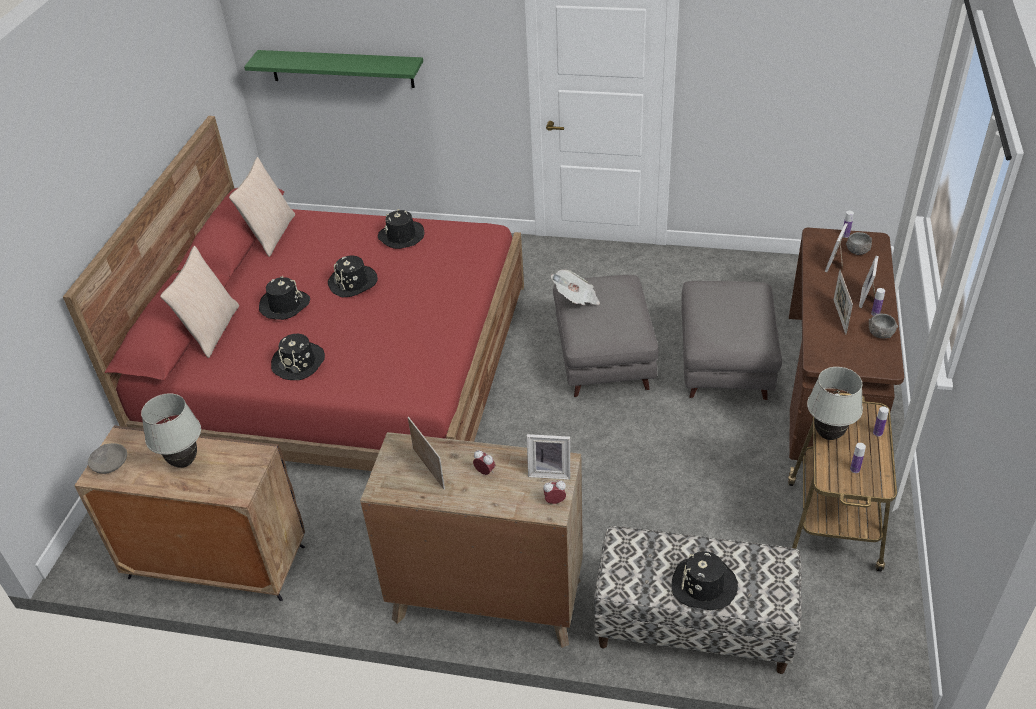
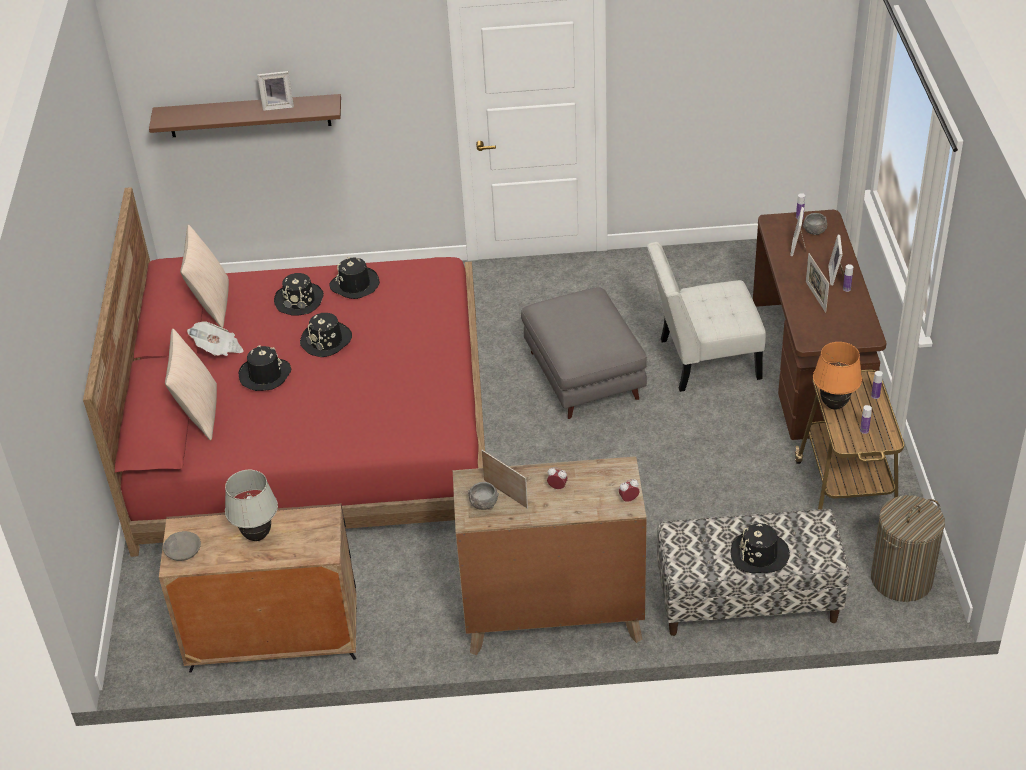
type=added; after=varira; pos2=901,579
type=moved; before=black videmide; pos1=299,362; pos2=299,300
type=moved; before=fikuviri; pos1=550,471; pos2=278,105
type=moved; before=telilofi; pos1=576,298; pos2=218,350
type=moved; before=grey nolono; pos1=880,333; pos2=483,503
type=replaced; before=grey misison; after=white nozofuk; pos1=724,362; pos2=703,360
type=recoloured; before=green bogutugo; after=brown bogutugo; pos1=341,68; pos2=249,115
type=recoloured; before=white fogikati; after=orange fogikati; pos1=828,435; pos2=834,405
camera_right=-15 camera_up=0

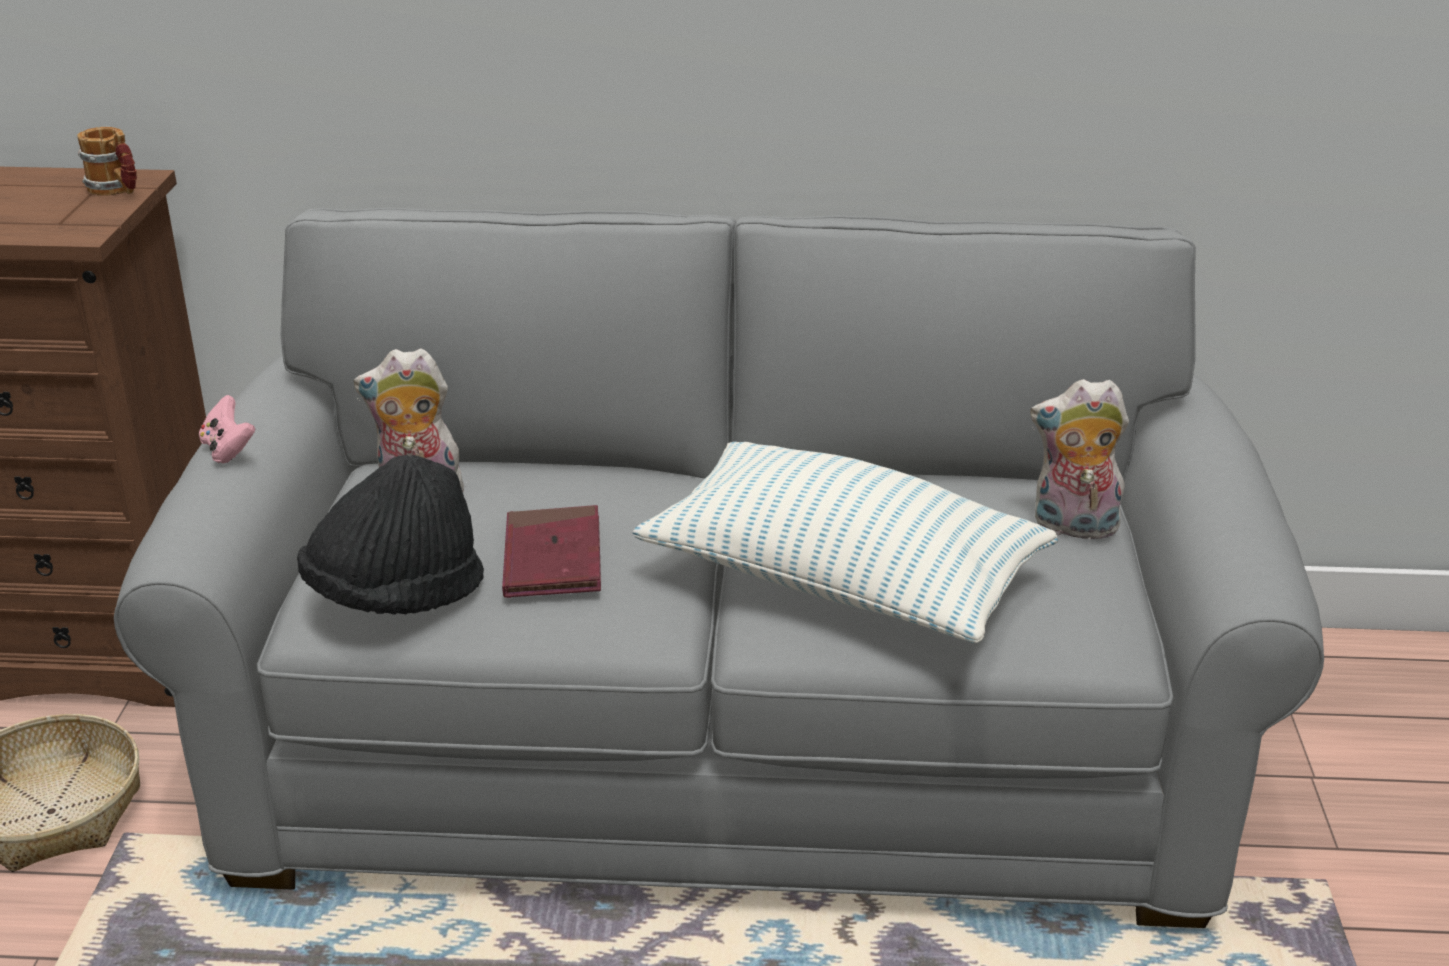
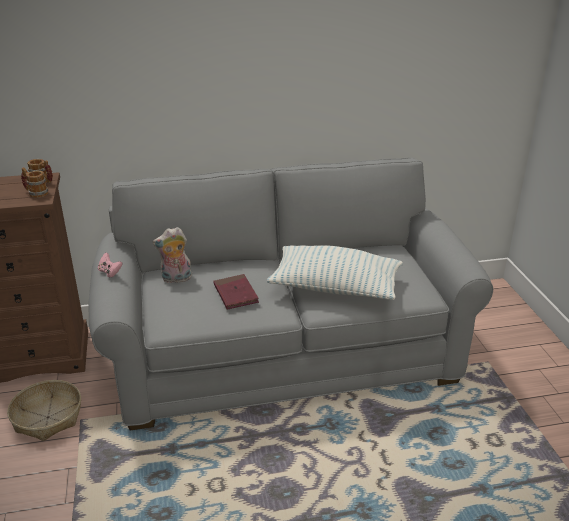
type=removed; before=black videmide; pos1=395,595
type=removed; before=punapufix; pos1=1073,528
type=added; after=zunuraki; pos2=35,193
camera_right=-15 camera_up=0

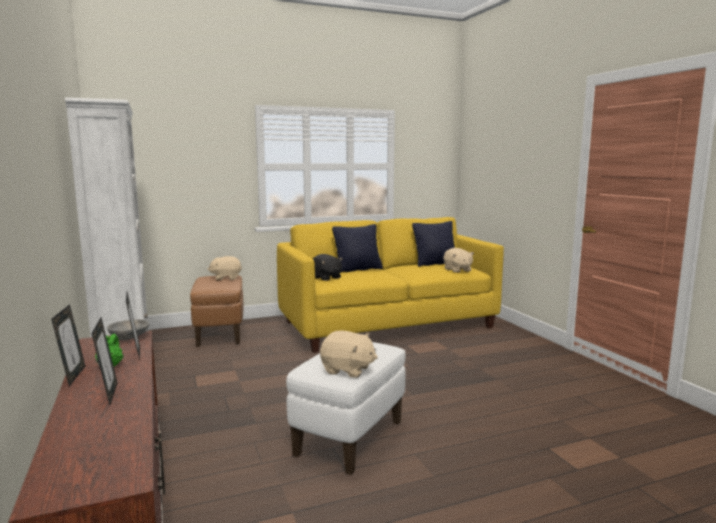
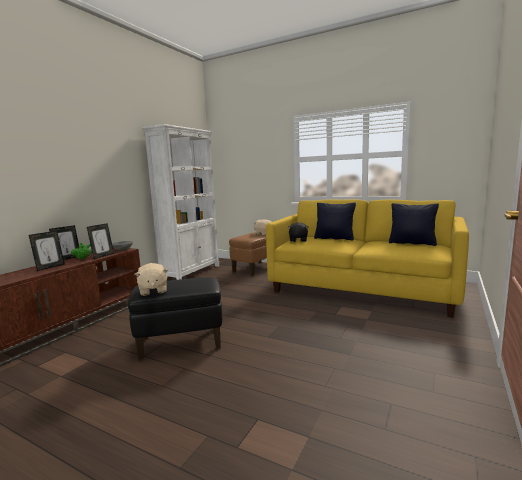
type=removed; before=beige punapufix; pos1=457,270
type=recoloured; before=white misison; after=black misison; pos1=350,438; pos2=181,343
camera_right=50 camera_up=0

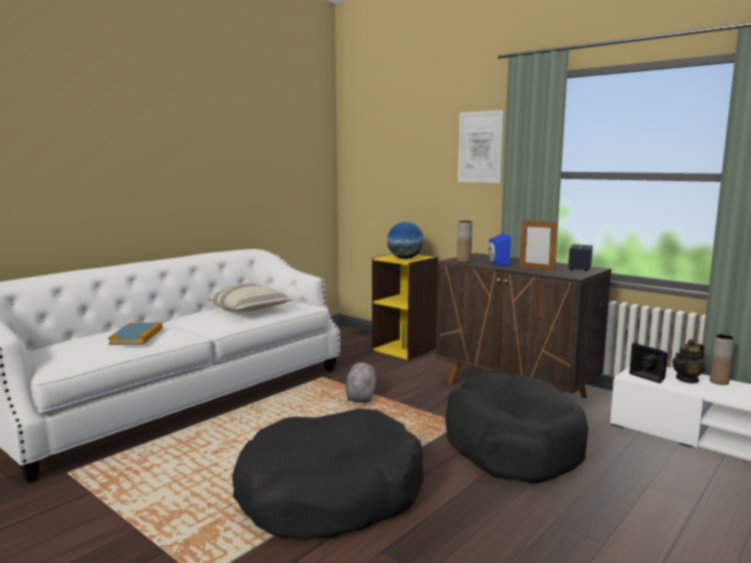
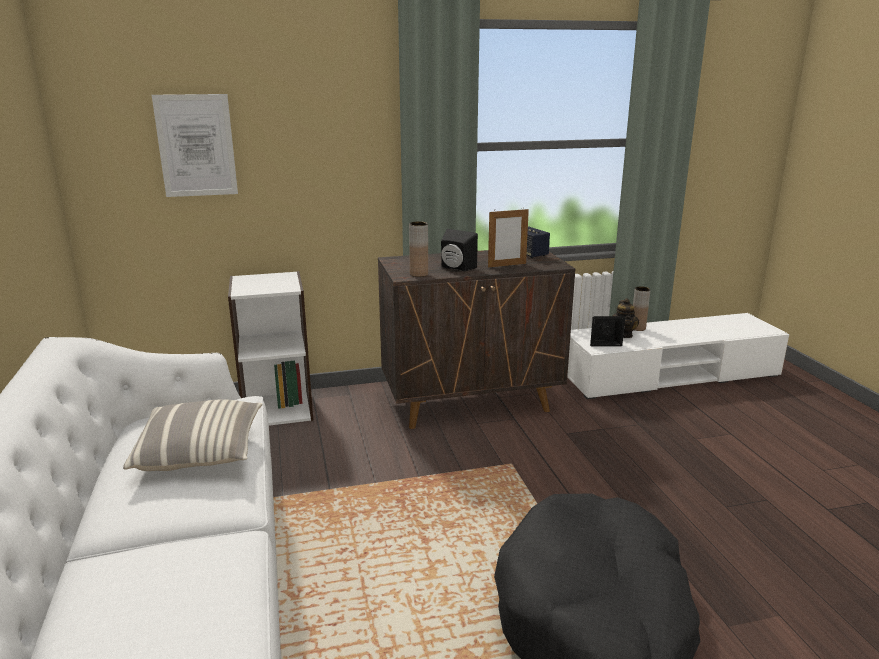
type=removed; before=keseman; pos1=137,336
type=removed; before=grey punapufix; pos1=360,396
type=removed; before=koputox; pos1=405,258
type=removed; before=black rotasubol; pos1=512,444
type=moved; before=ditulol; pos1=480,147; pos2=196,146
type=recoloured; before=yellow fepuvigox; after=white fepuvigox; pos1=404,349; pos2=277,408
type=recoloured; before=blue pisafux; after=black pisafux; pos1=497,263; pos2=456,268
camera_right=-55 camera_up=10

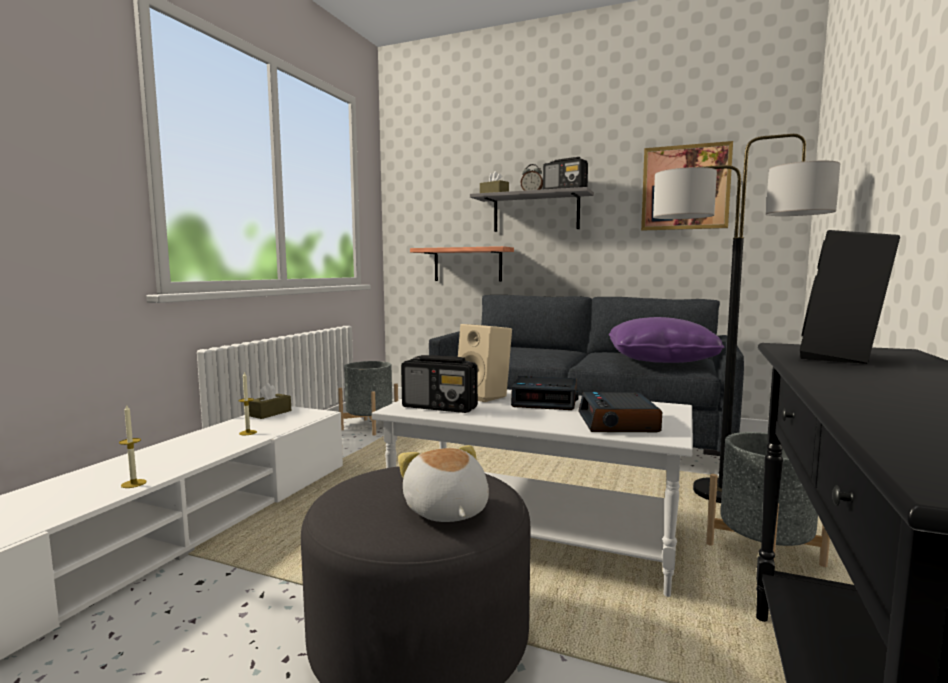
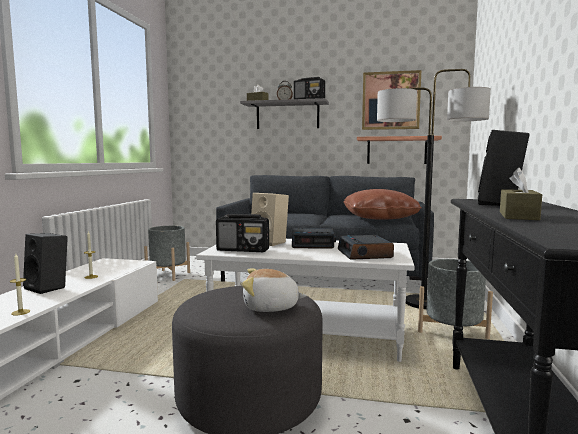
type=added; after=black pisafux; pos2=49,288
type=moved; before=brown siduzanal; pos1=270,413; pos2=518,216
type=moved; before=bogutugo; pos1=467,264; pos2=396,150
type=recoloured; before=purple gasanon; after=brown gasanon; pos1=660,360; pos2=379,218
type=turned; before=punapufix; pos1=445,511; pos2=271,307; turn=-60
camera_right=-10 camera_up=0

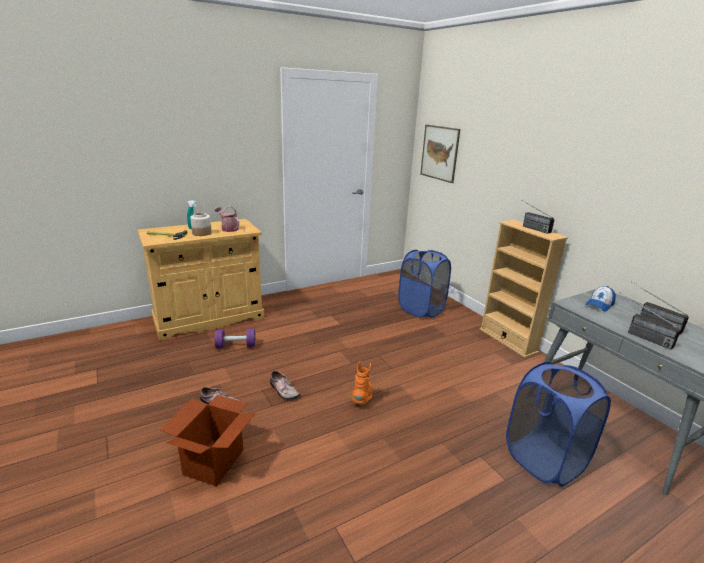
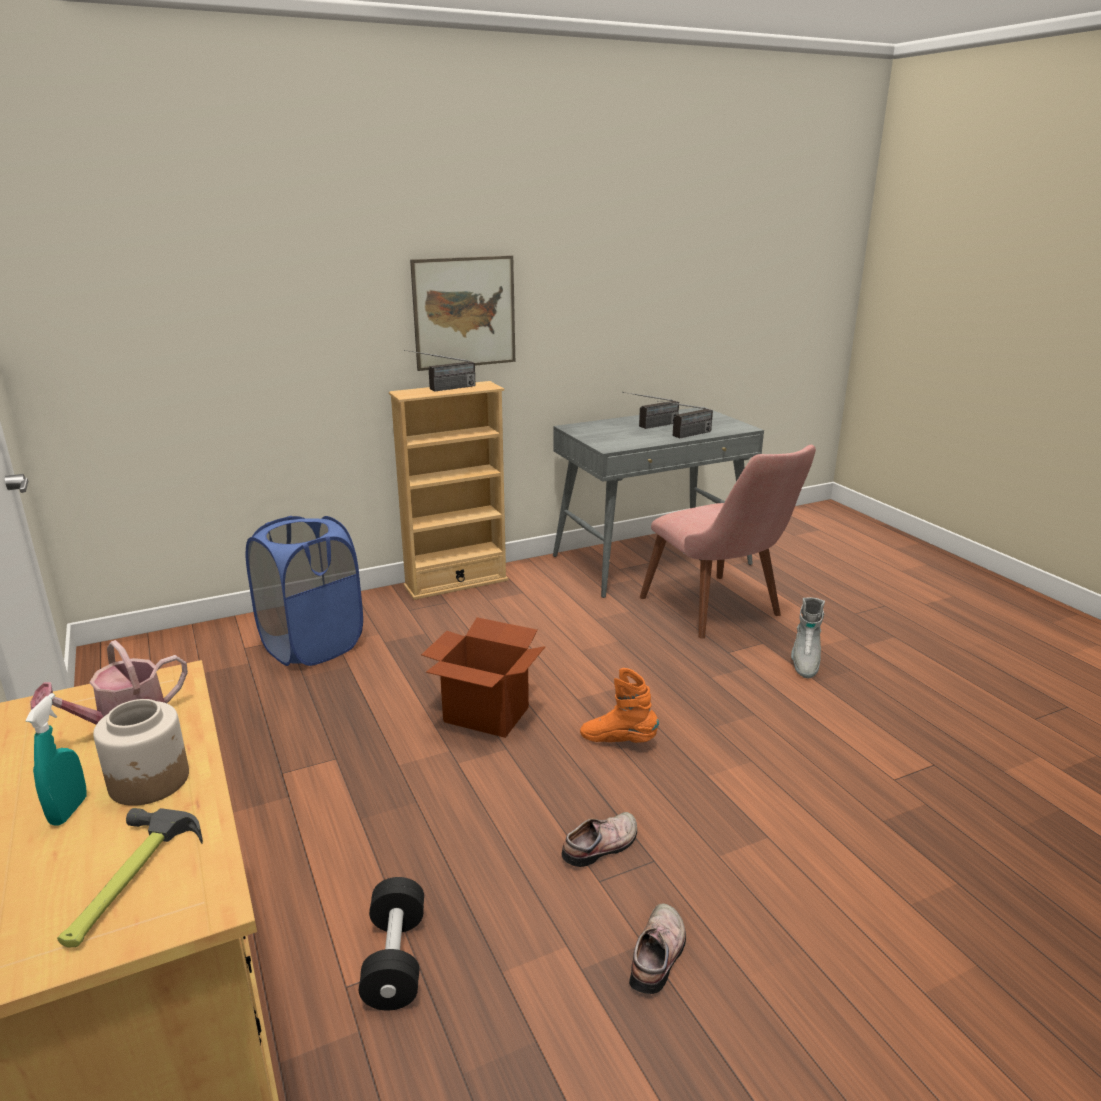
type=removed; before=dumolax; pos1=599,304
type=added; after=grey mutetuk; pos2=804,661
type=moved; before=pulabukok; pos1=214,462; pos2=485,715
type=moved; before=ditulol; pos1=439,153; pos2=464,312
type=replaced; before=blue varira; after=pink nozofuk; pos1=544,459; pos2=721,612
type=recoloured; before=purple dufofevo; after=black dufofevo; pos1=236,346; pos2=395,960
camera_right=-85 camera_up=0

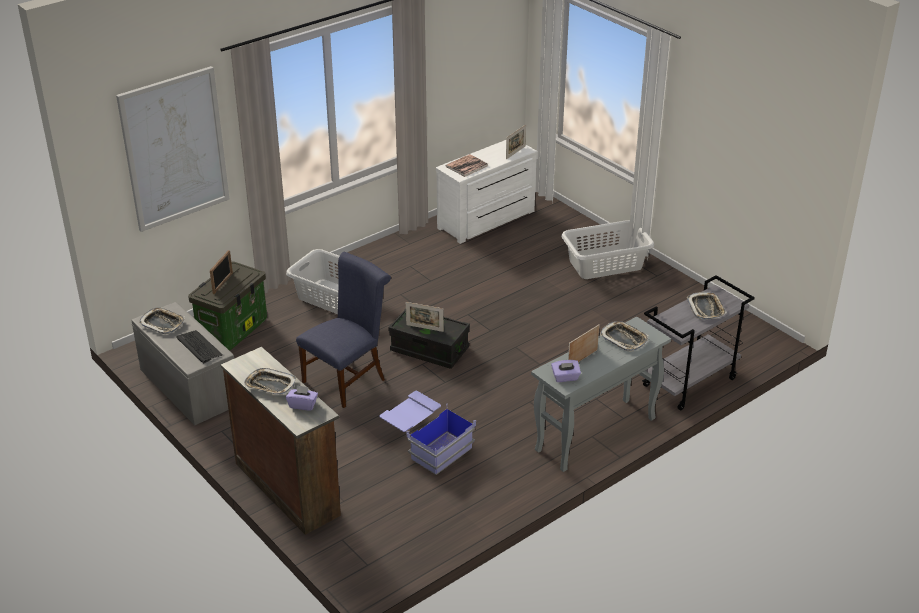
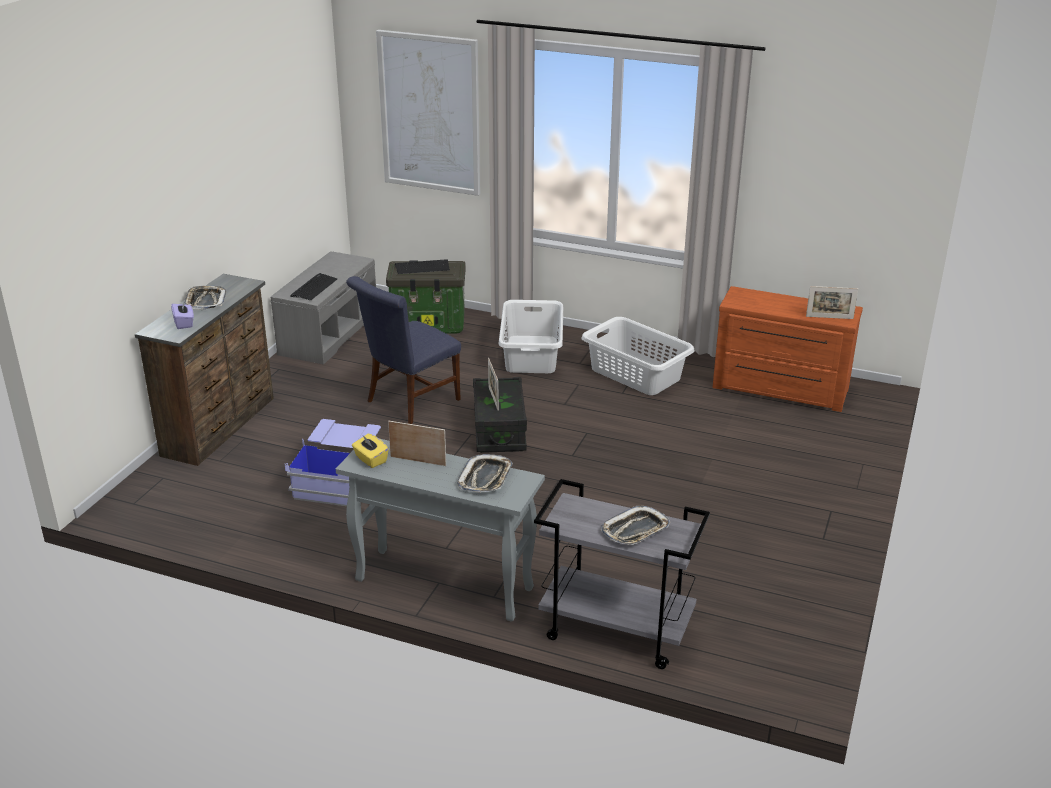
type=removed; before=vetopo; pos1=162,323
type=removed; before=keseman; pos1=466,166
type=moved; before=grey varira; pos1=606,264; pos2=635,374
type=replaced; before=fikuviri; after=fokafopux; pos1=223,283; pos2=422,267
type=recoloured; before=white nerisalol; after=brown nerisalol; pos1=488,220; pos2=780,390
type=recoloured; before=purple siduzanal; after=yellow siduzanal; pos1=565,378; pos2=370,460
type=turned; before=blue nozofuk; pos1=348,378; pos2=409,402; turn=120
camera_right=60 camera_up=-5

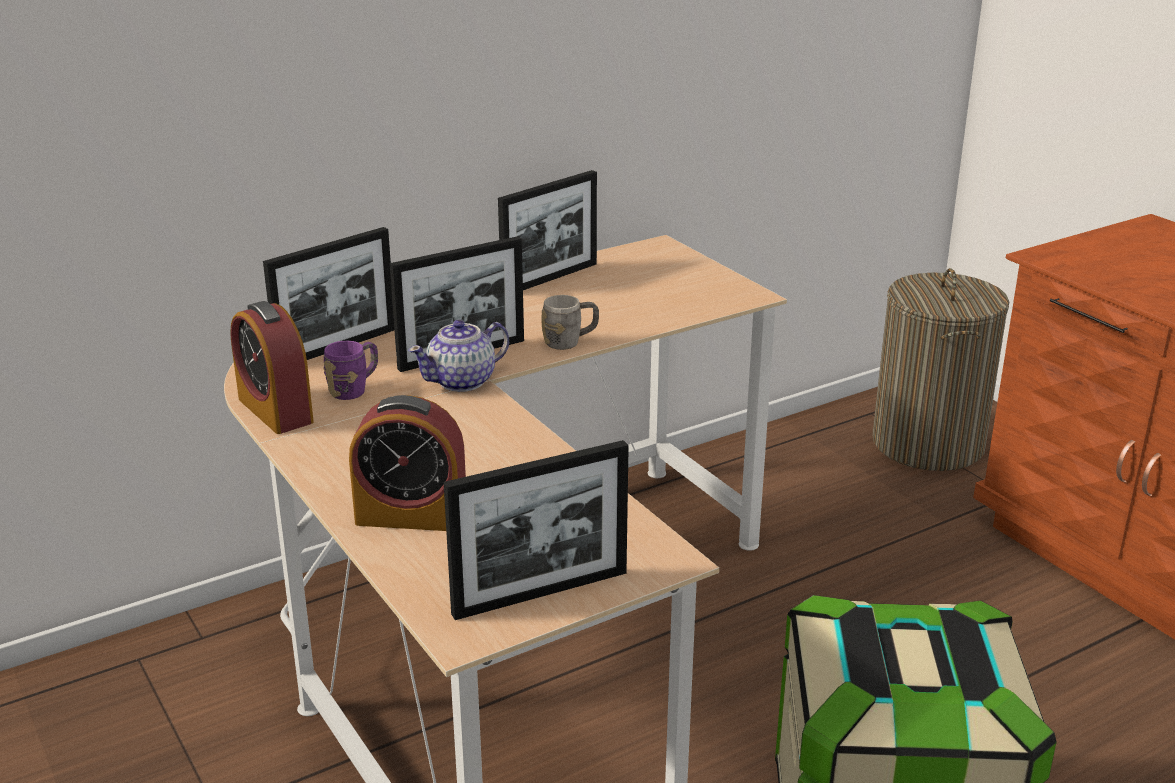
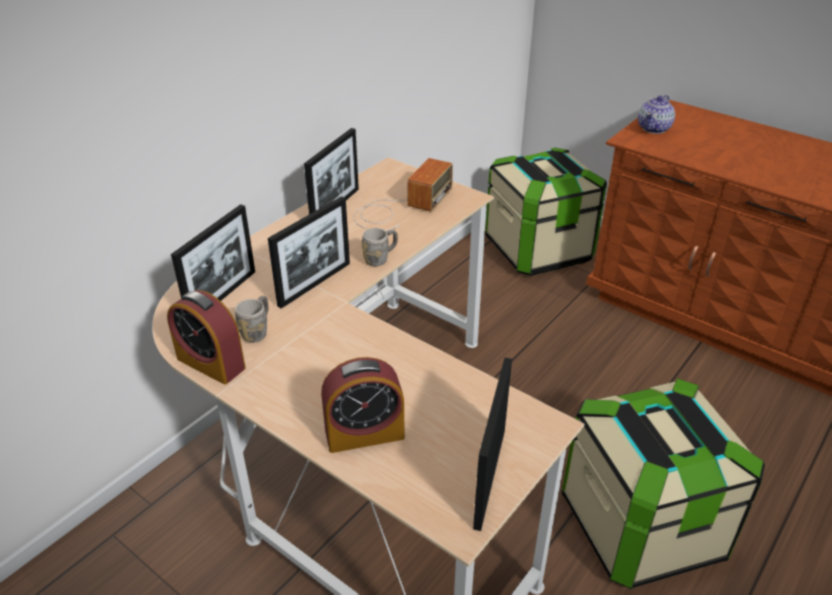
type=added; after=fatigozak; pos2=400,207
type=moved; before=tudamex; pos1=462,381; pos2=654,128
type=replaced; before=varira; after=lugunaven; pos1=927,443; pos2=538,250
type=recoloured; before=purple zunuraki; after=grey zunuraki; pos1=354,389; pos2=257,331
type=turned; before=fikuviri; pos1=540,593; pos2=489,477; turn=150
camera_right=-20 camera_up=10

